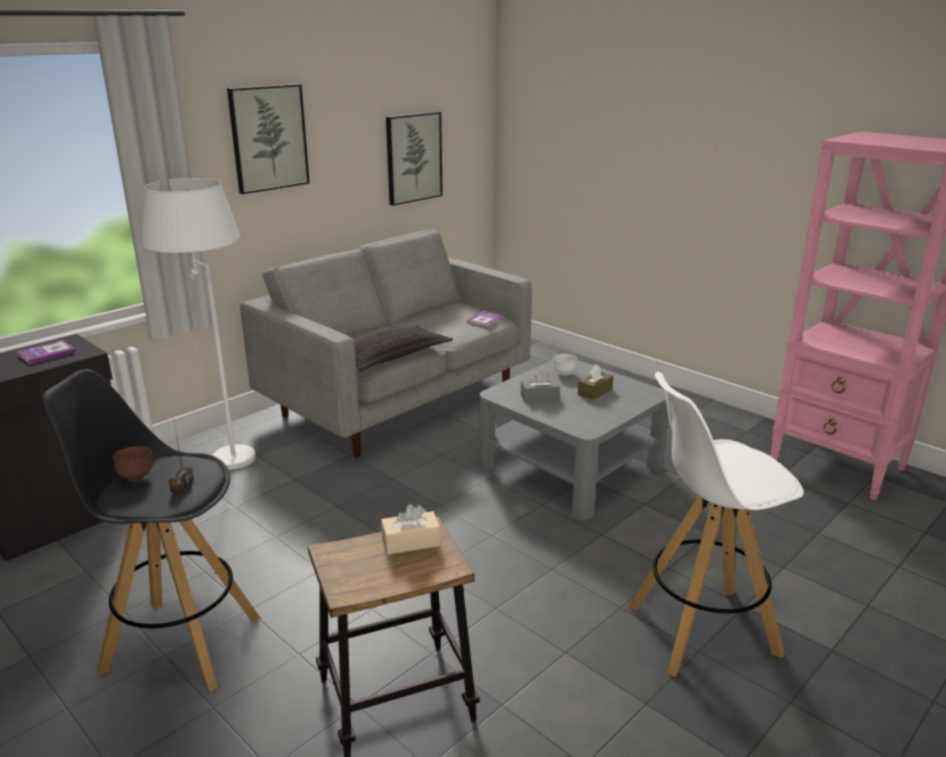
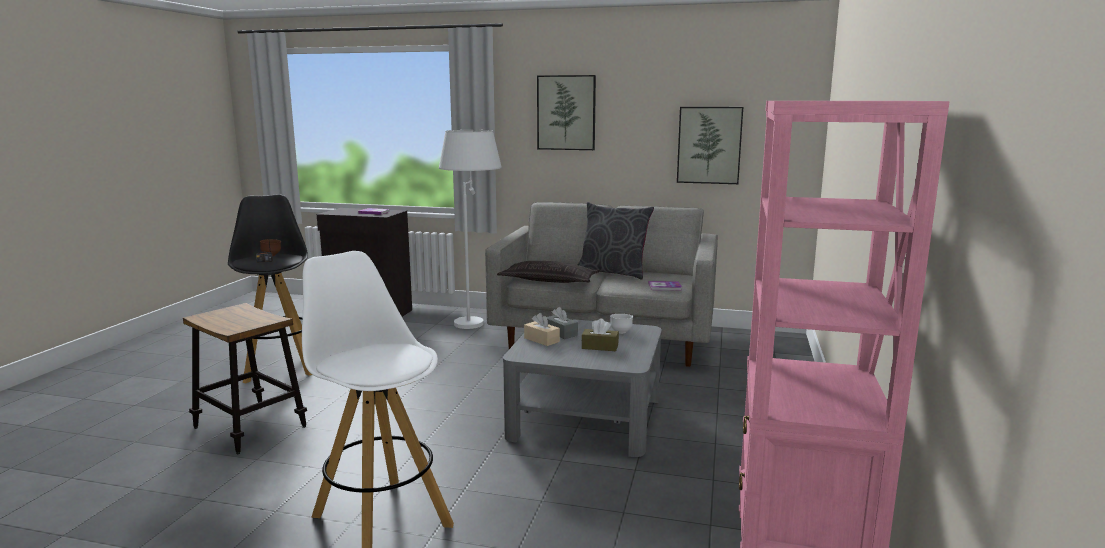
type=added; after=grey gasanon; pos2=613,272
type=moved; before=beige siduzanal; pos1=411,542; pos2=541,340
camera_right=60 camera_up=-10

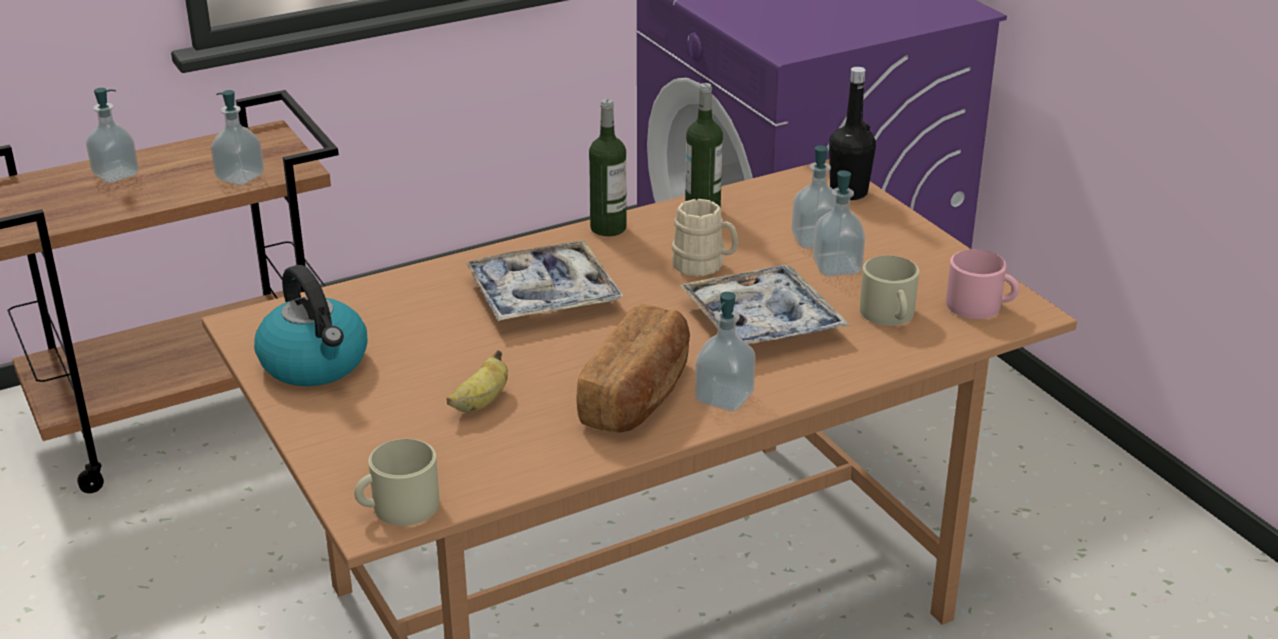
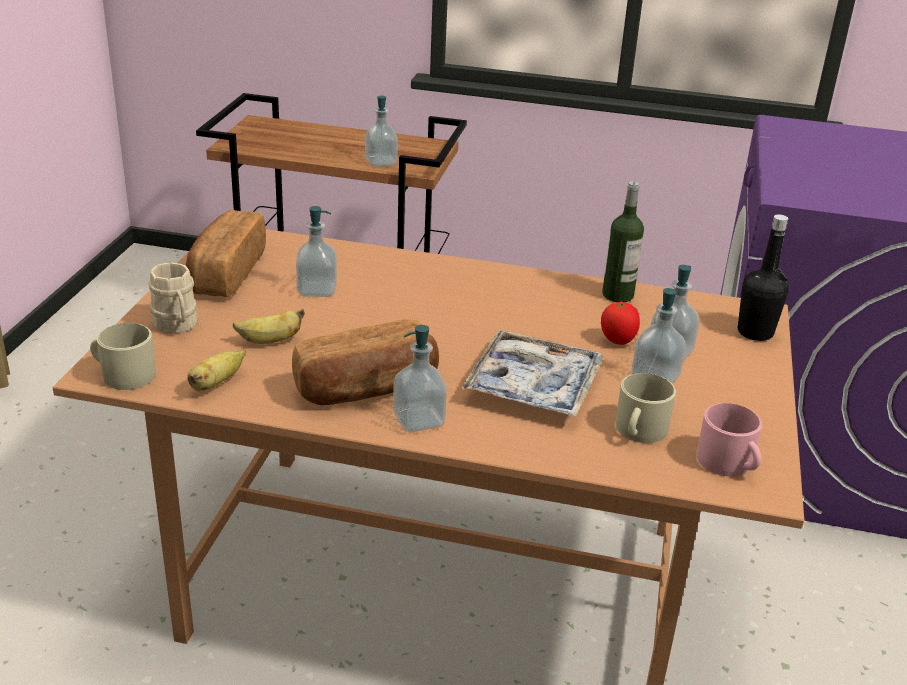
type=removed; before=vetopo; pos1=543,295
type=removed; before=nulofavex; pos1=608,228
type=added; after=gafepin; pos2=216,383
type=added; after=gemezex; pos2=618,341
type=moved; before=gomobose; pos1=116,174; pos2=317,290
type=moved; before=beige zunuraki; pos1=704,266; pos2=177,325
type=replaced; before=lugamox; after=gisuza; pos1=315,363; pos2=225,273
camera_right=40 camera_up=0

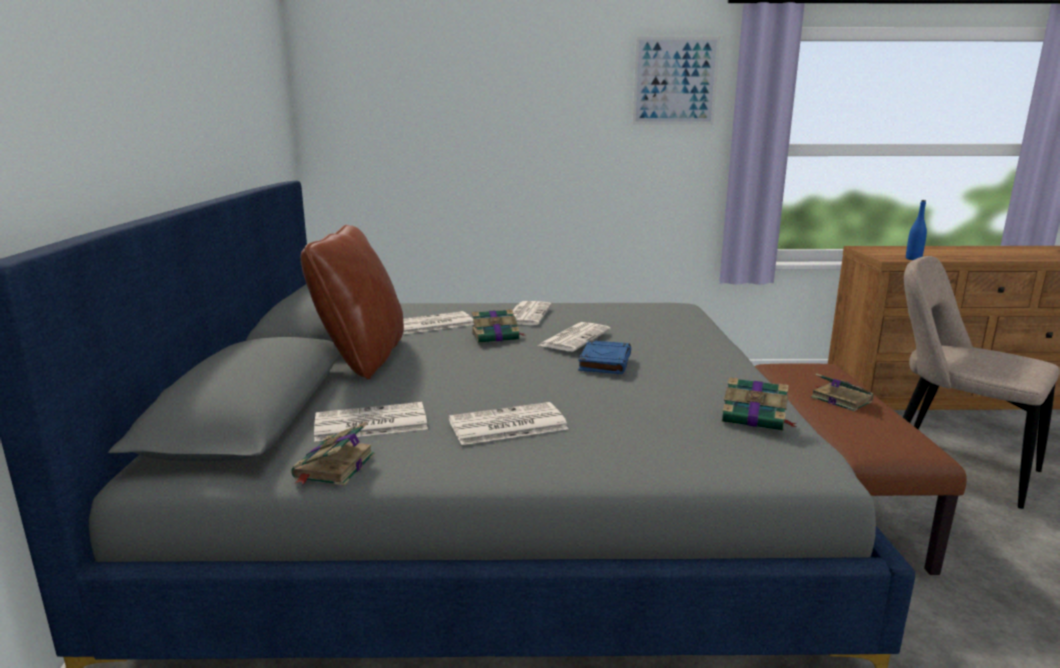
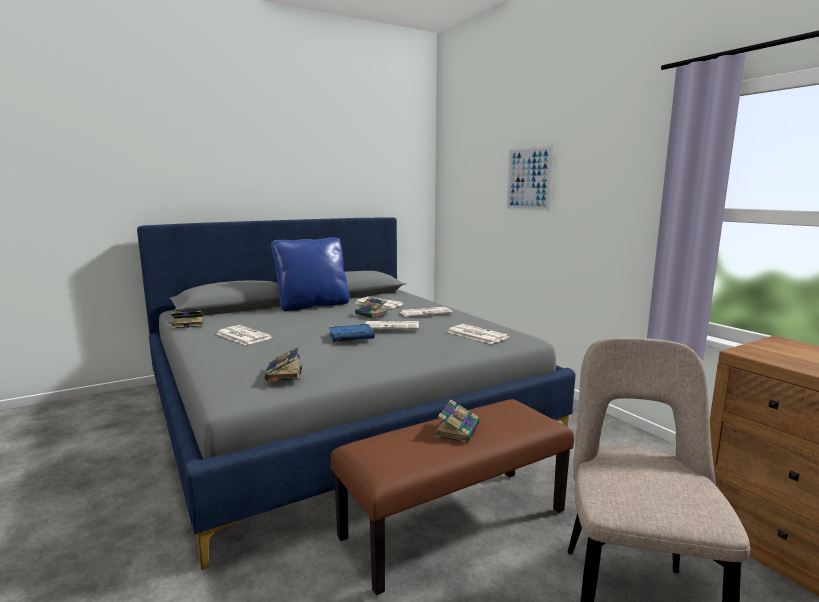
type=removed; before=blue nulofavex; pos1=913,259
type=moved; before=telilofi; pos1=369,423; pos2=476,334
type=moved; before=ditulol; pos1=675,81; pos2=528,179
type=recoloured; before=brown gasanon; after=blue gasanon; pos1=362,358; pos2=313,305
camera_right=60 camera_up=-5

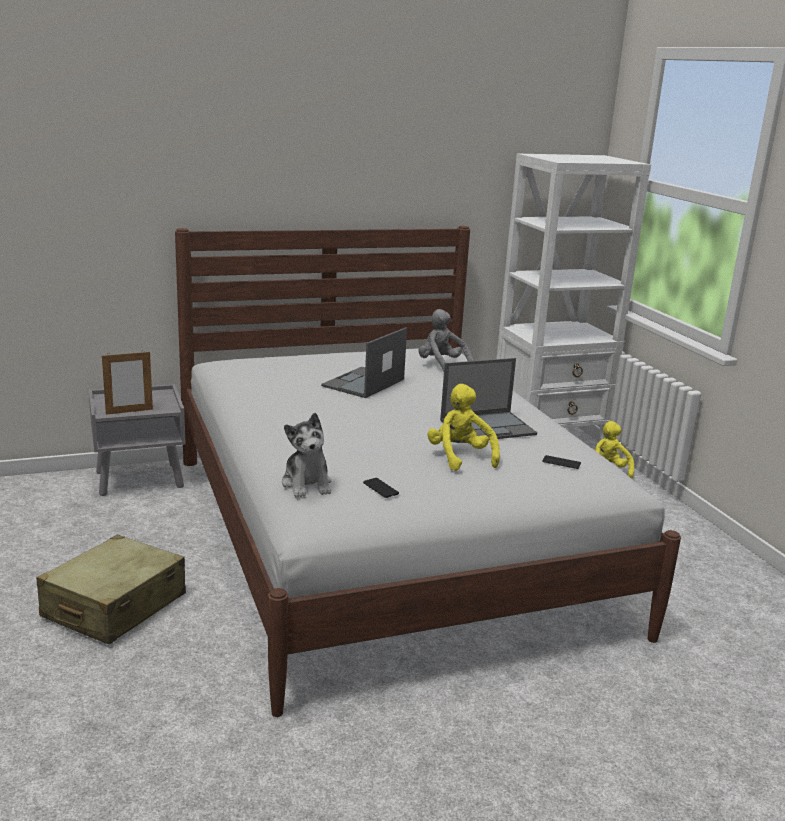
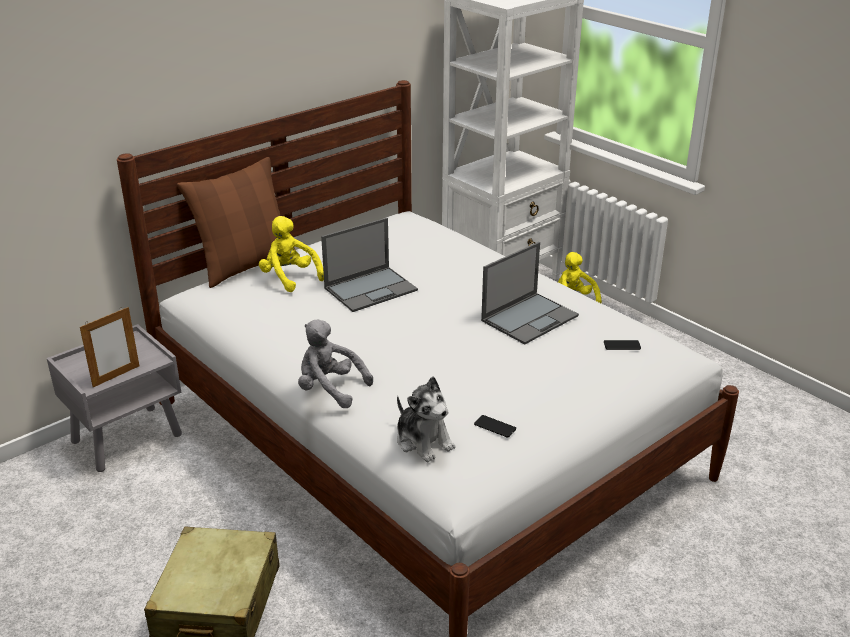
type=added; after=brown gasanon; pos2=245,265
type=moved; before=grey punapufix; pos1=442,366; pos2=330,389
type=moved; before=yellow punapufix; pos1=460,457; pos2=289,277
type=turned; before=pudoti; pos1=363,383; pos2=371,289; turn=-135
camera_right=-20 camera_up=10

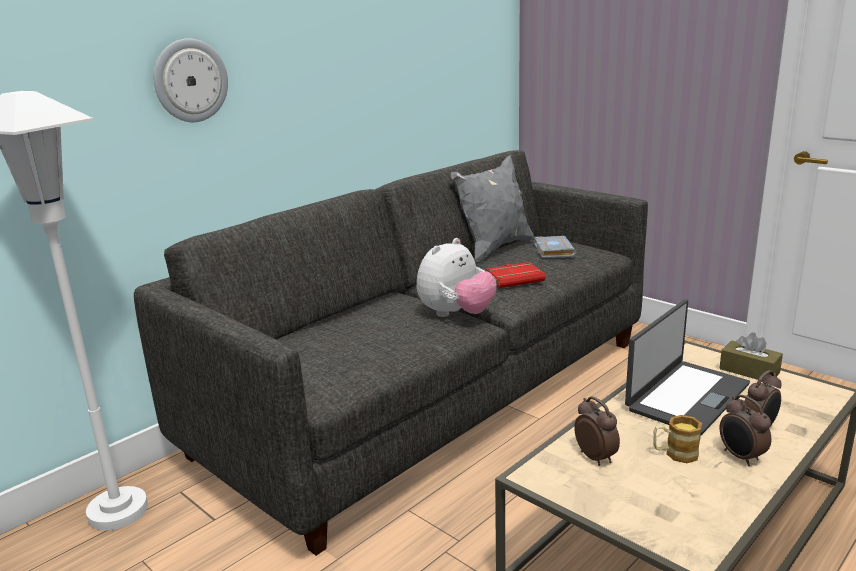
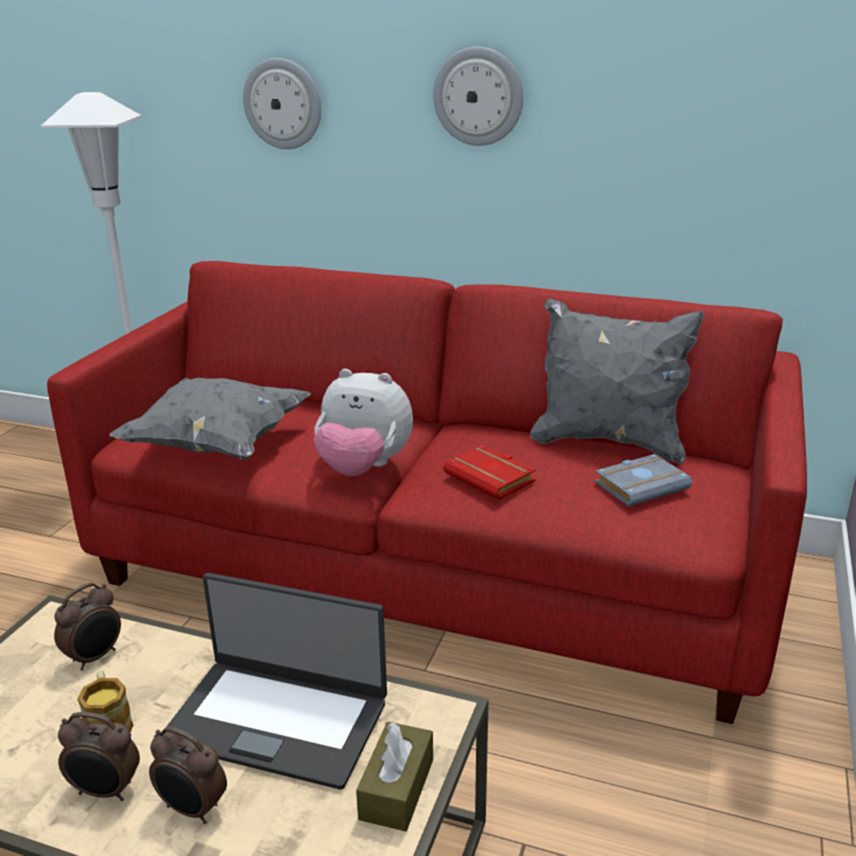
type=added; after=grey gasanon; pos2=217,445
type=added; after=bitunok; pos2=478,96
type=recoloured; before=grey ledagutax; after=red ledagutax; pos1=432,394; pos2=431,568
type=turned; before=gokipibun; pos1=741,457; pos2=106,791; turn=-120
camera_right=65 camera_up=5

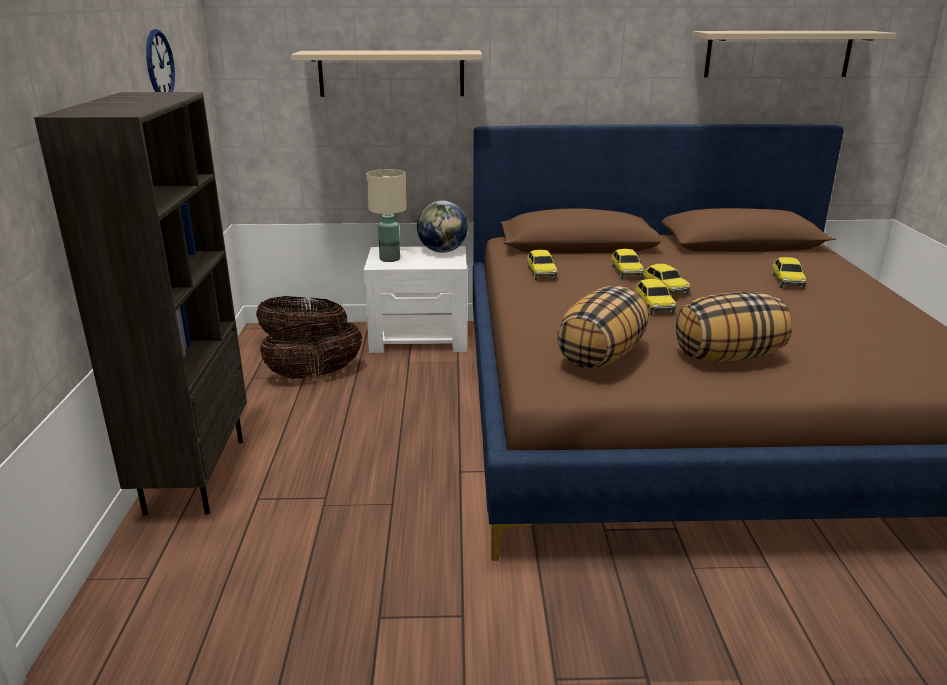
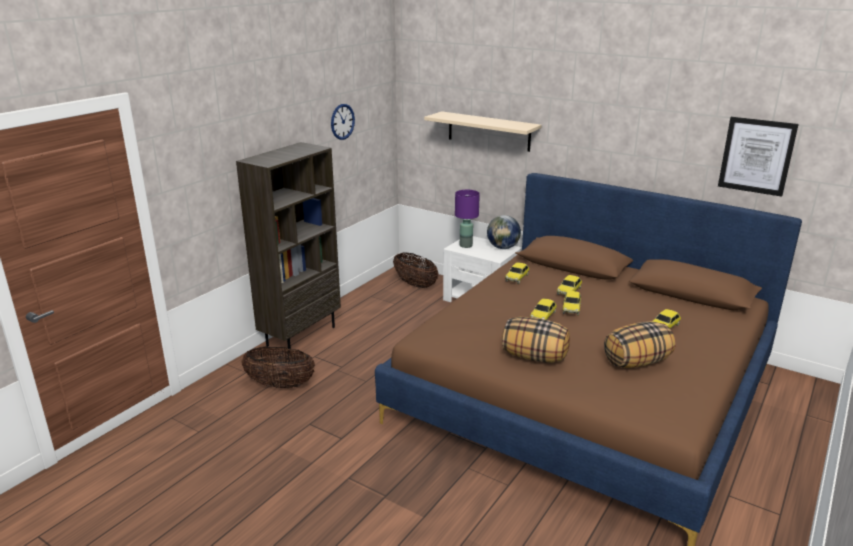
type=moved; before=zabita; pos1=315,374; pos2=280,385
type=moved; before=gasanon; pos1=601,356; pos2=636,362
type=replaced; before=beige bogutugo; after=ditulol; pos1=778,54; pos2=756,156
type=recoloured; before=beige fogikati; after=purple fogikati; pos1=389,259; pos2=465,245
camera_right=35 camera_up=0

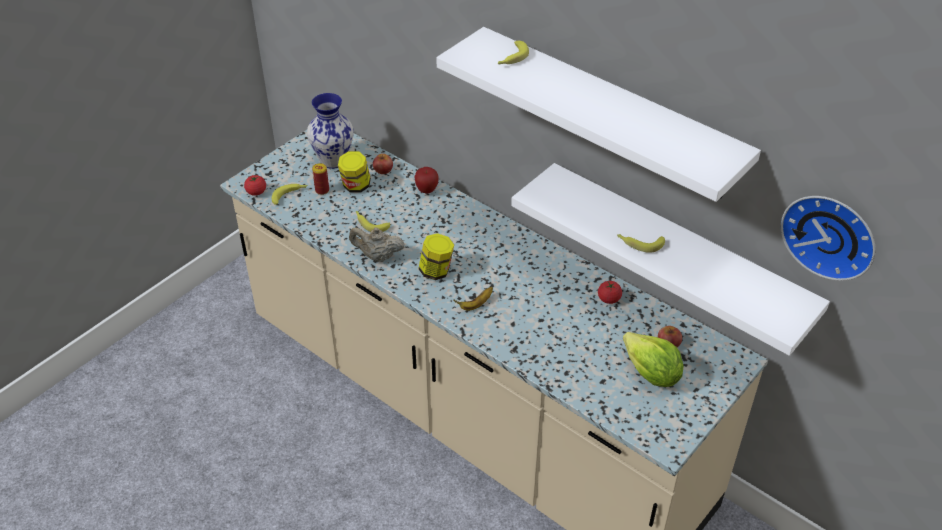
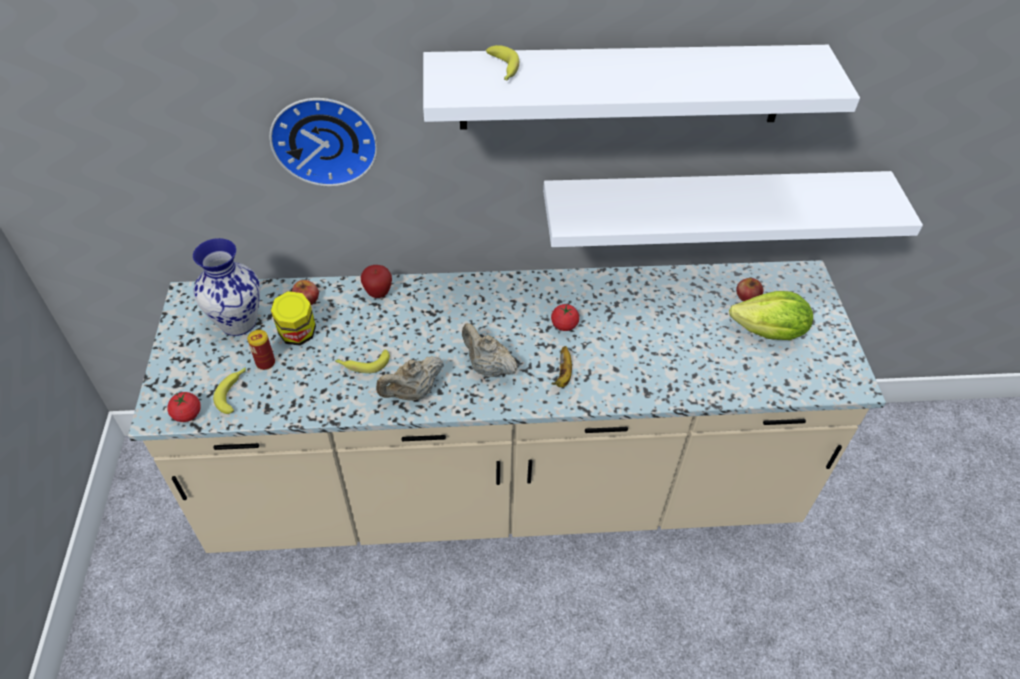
type=removed; before=gafepin; pos1=639,243
type=moved; before=gemezex; pos1=609,299; pos2=564,325
type=moved; before=bitunok; pos1=830,234; pos2=324,138
type=replaced; before=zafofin; after=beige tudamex; pos1=436,271; pos2=488,367
camera_right=-45 camera_up=5

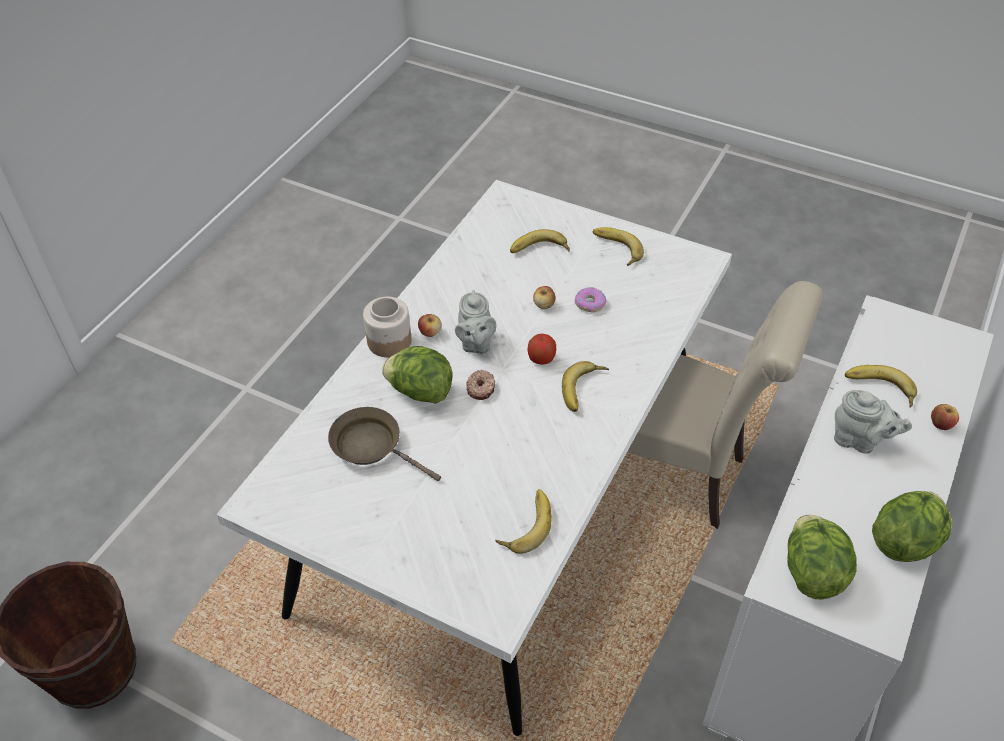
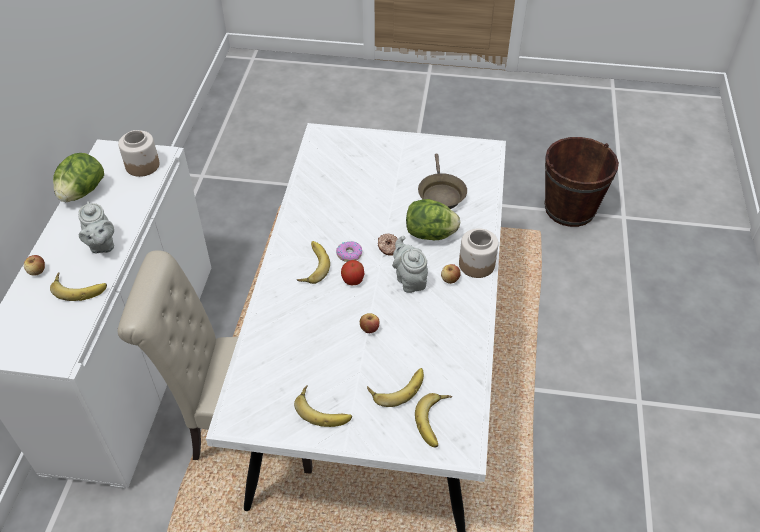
type=moved; before=gafepin; pos1=525,524; pos2=436,421
type=moved; before=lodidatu; pos1=590,303; pos2=349,254
type=replaced; before=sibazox; after=zafofin; pos1=812,571; pos2=143,165
type=turned; before=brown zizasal; pos1=372,446; pos2=441,194; turn=75
type=turned; before=grey tudamex; pos1=860,441; pos2=101,245; turn=-120
camera_right=160 camera_up=0

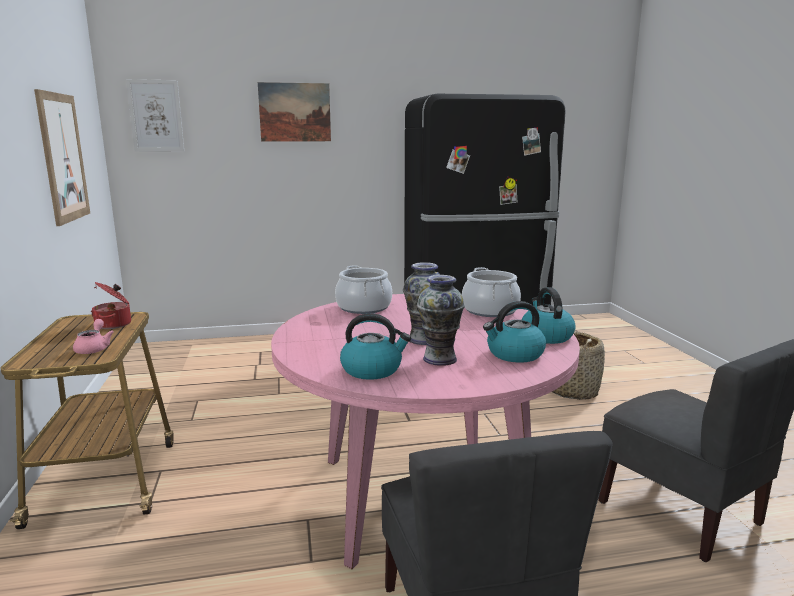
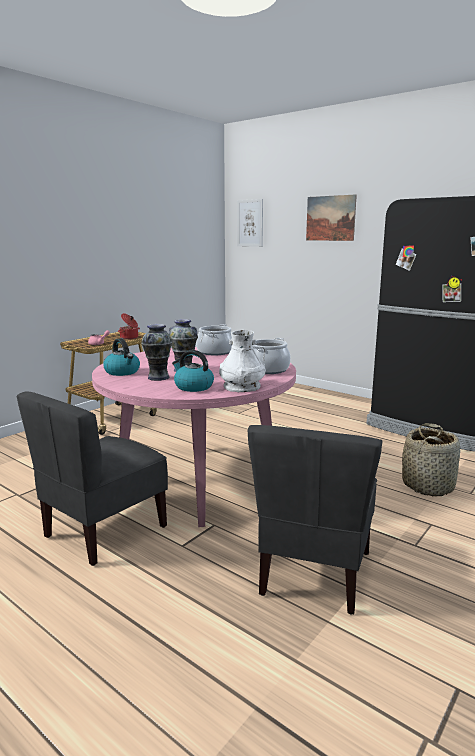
type=removed; before=ditulol; pos1=63,157
type=replaced; before=lugamox; after=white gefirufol; pos1=546,336; pos2=242,387
camera_right=50 camera_up=0

